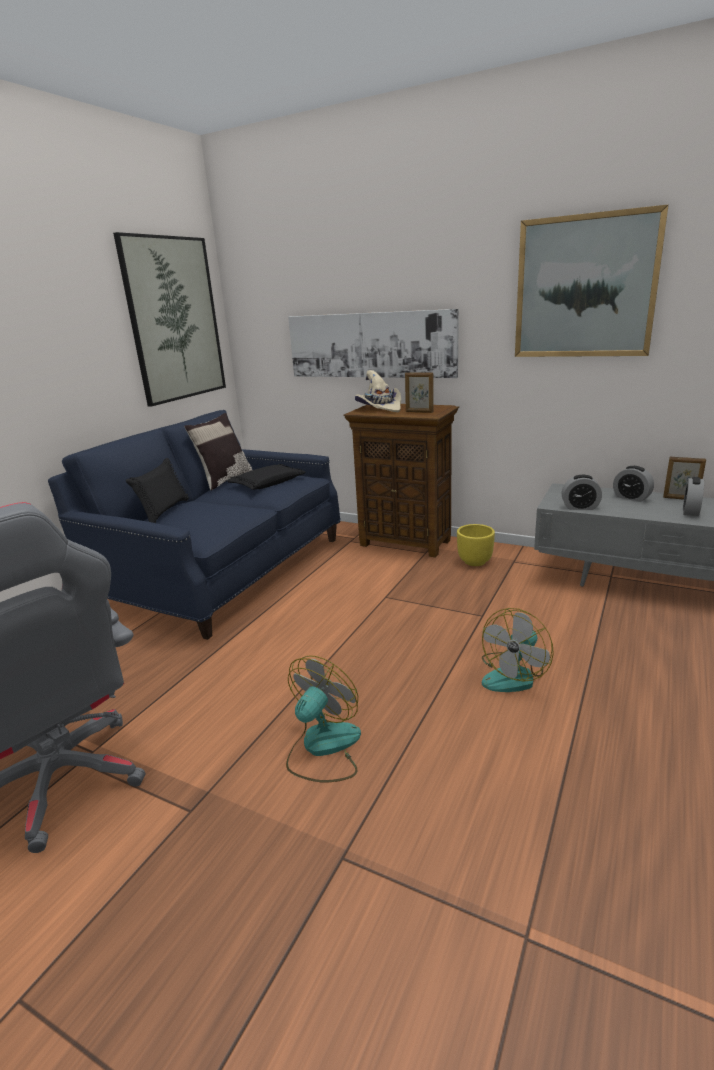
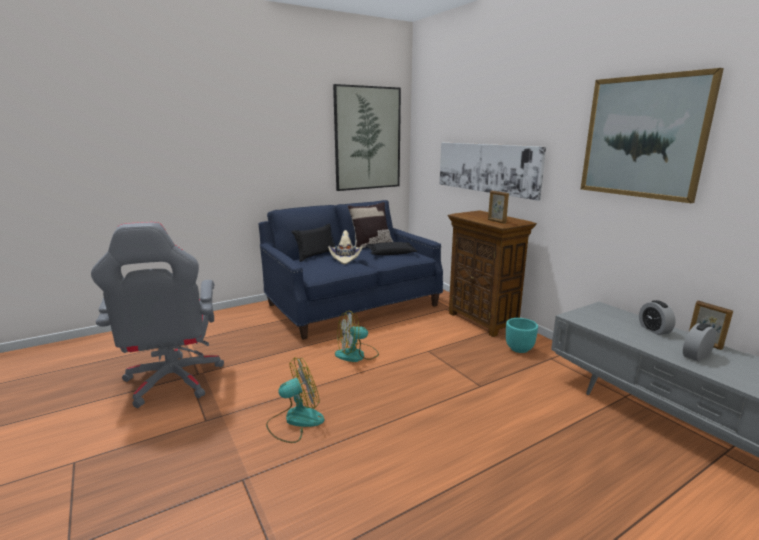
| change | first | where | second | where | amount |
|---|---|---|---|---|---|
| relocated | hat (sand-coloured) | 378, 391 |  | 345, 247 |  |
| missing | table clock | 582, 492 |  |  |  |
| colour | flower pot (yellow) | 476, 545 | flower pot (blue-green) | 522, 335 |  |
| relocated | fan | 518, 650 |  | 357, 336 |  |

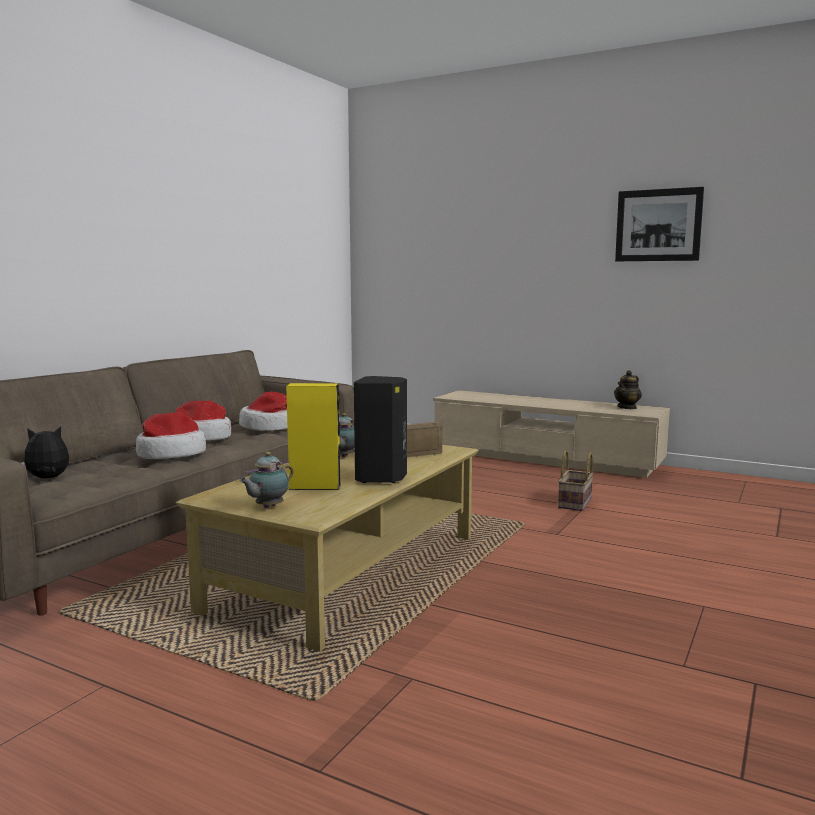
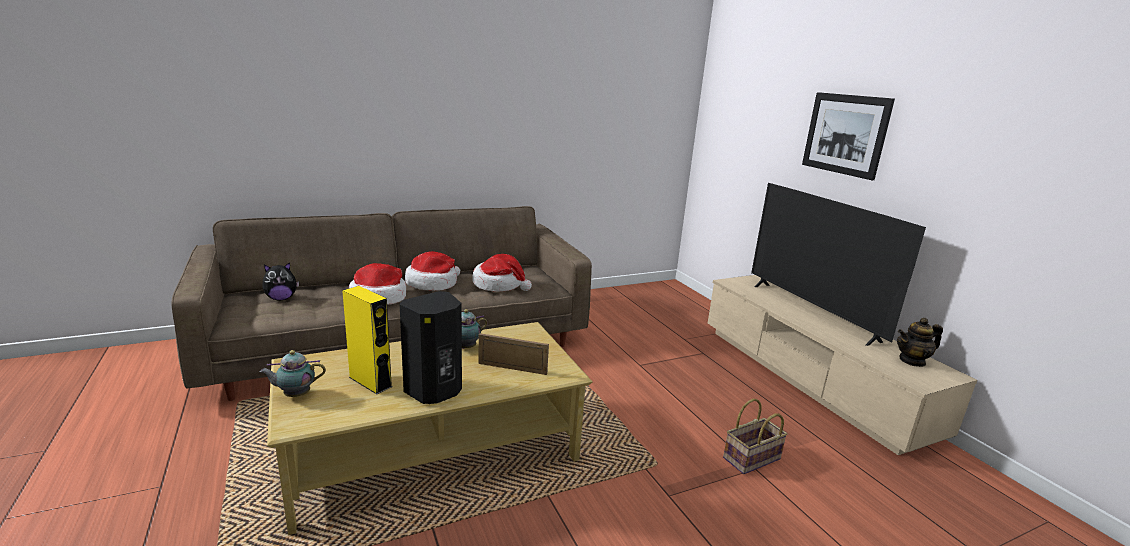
| change | first | where | second | where | amount |
|---|---|---|---|---|---|
| relocated | wall picture | 659, 224 |  | 848, 136 |  |
| spun | plush toy | 45, 452 |  | 280, 281 | 135 degrees clockwise |
| appeared |  |  | TV | 838, 264 |  |

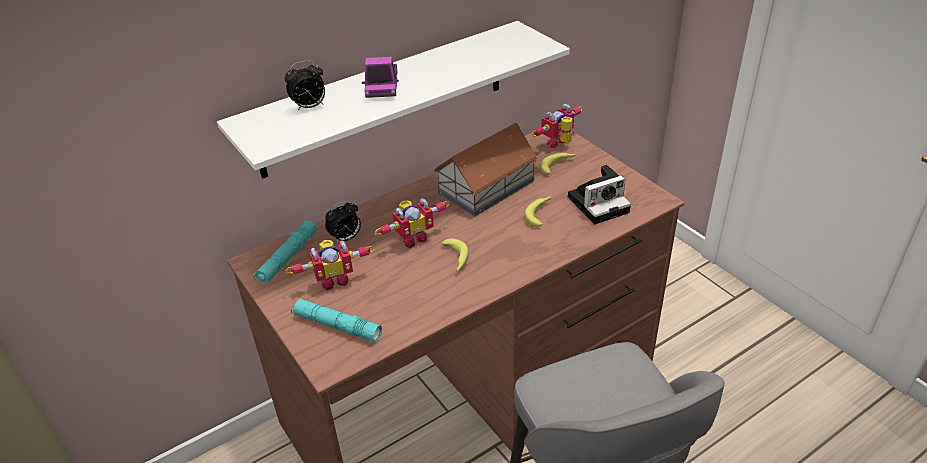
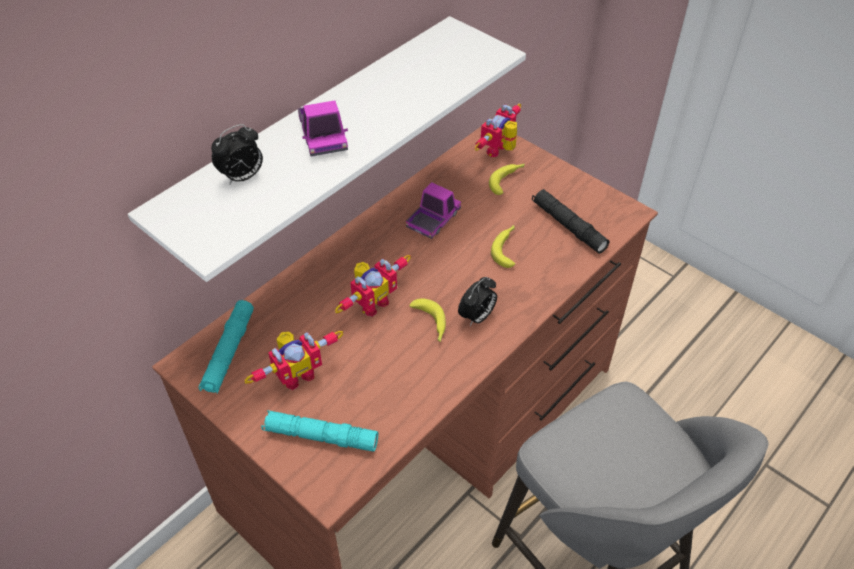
| change | first | where | second | where | amount |
|---|---|---|---|---|---|
| exchanged | toy house | 486, 169 | toy lorry | 433, 210 |  |
| exchanged | photo camera | 599, 194 | hand torch (black-coloured) | 571, 221 |  |
| relocated | table clock | 343, 221 |  | 477, 301 |  |

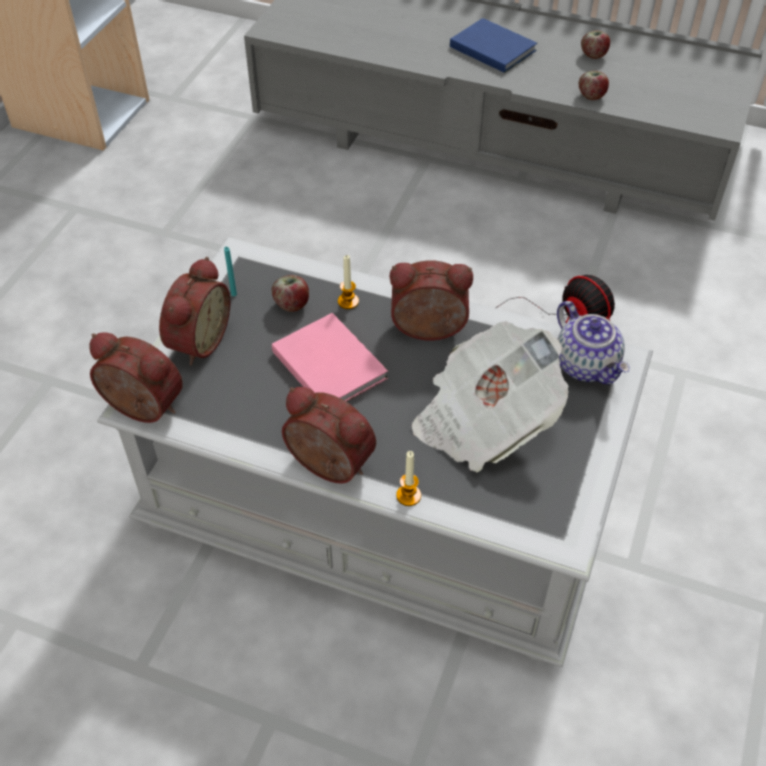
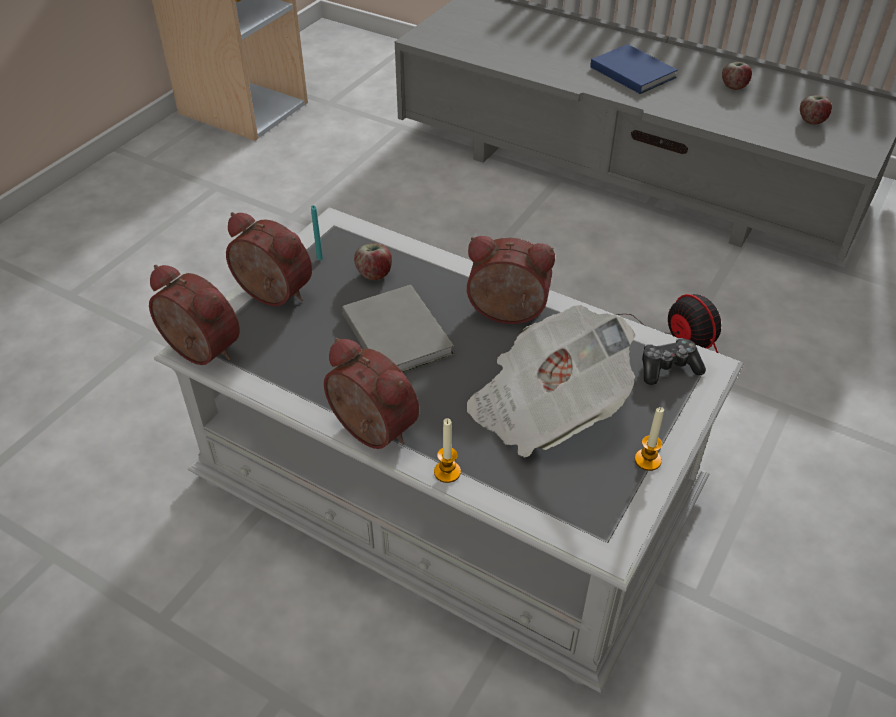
| change | first | where | second | where | amount |
|---|---|---|---|---|---|
| relocated | apple fruit | 594, 85 |  | 816, 110 |  |
| relocated | candle | 348, 282 |  | 649, 439 |  |
| spun | table clock | 194, 311 |  | 269, 259 | 90 degrees counterclockwise |
| exchanged | teapot | 593, 343 | joypad | 674, 361 |  |
| colour | bound book (pinkish) | 330, 357 | bound book (greyish) | 398, 328 |  |

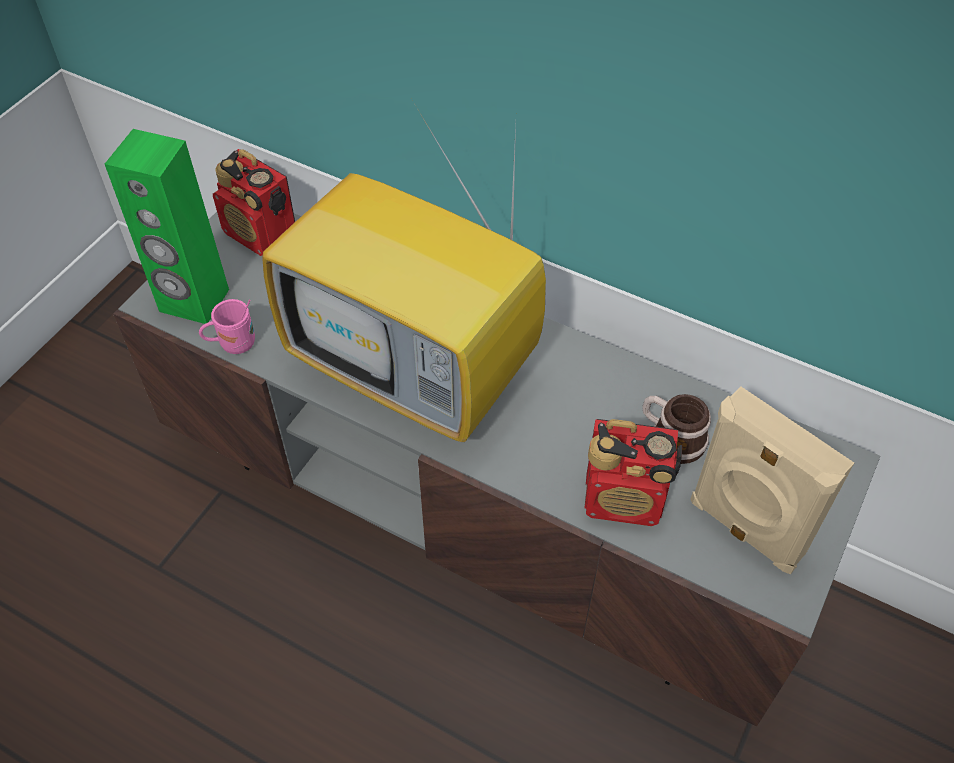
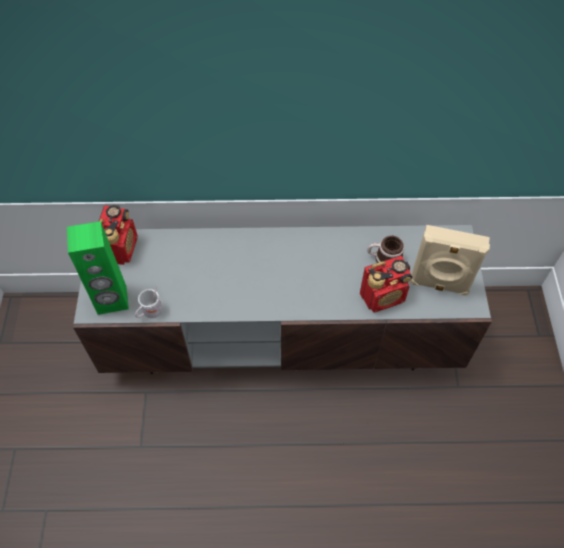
| change | first | where | second | where | amount |
|---|---|---|---|---|---|
| missing | TV | 404, 273 |  |  |  |
| spun | radio receiver | 254, 202 |  | 117, 235 | 90 degrees counterclockwise |
| colour | coffee mug (pinkish) | 227, 326 | coffee mug (white-coloured) | 148, 302 |  |

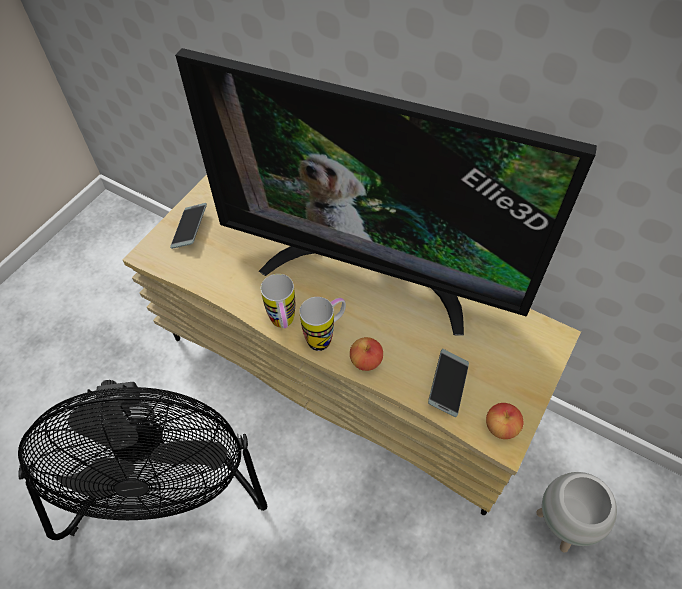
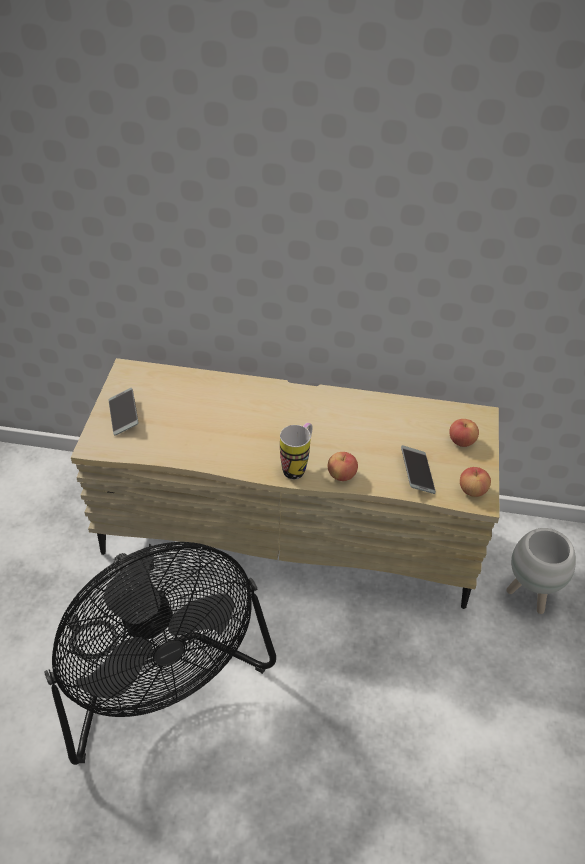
| change | first | where | second | where | amount |
|---|---|---|---|---|---|
| missing | TV | 386, 192 |  |  |  |
| missing | coffee mug | 277, 301 |  |  |  |
| appeared |  |  | apple fruit | 464, 433 |  |

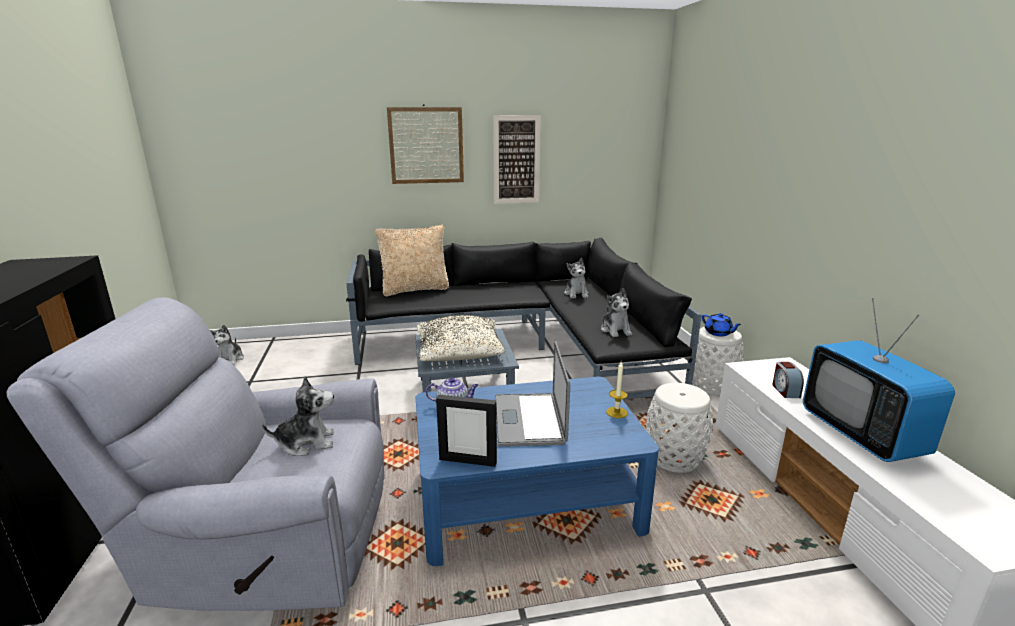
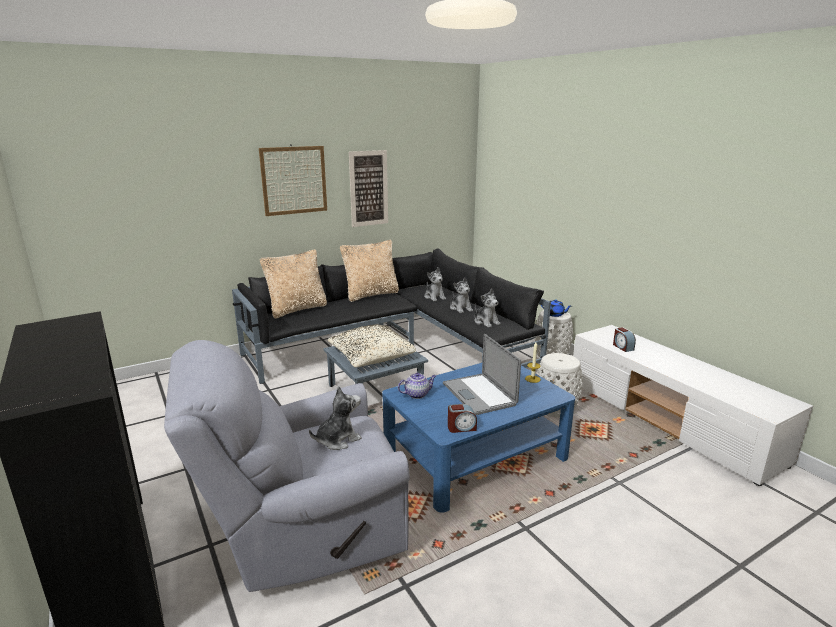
| change | first | where | second | where | amount |
|---|---|---|---|---|---|
| missing | TV | 879, 380 |  |  |  |
| relocated | plush toy | 227, 345 |  | 461, 295 |  |
| exchanged | standing frame | 466, 431 | table clock | 462, 418 |  |
| appeared |  |  | throw pillow (sand-coloured) | 369, 271 |  |

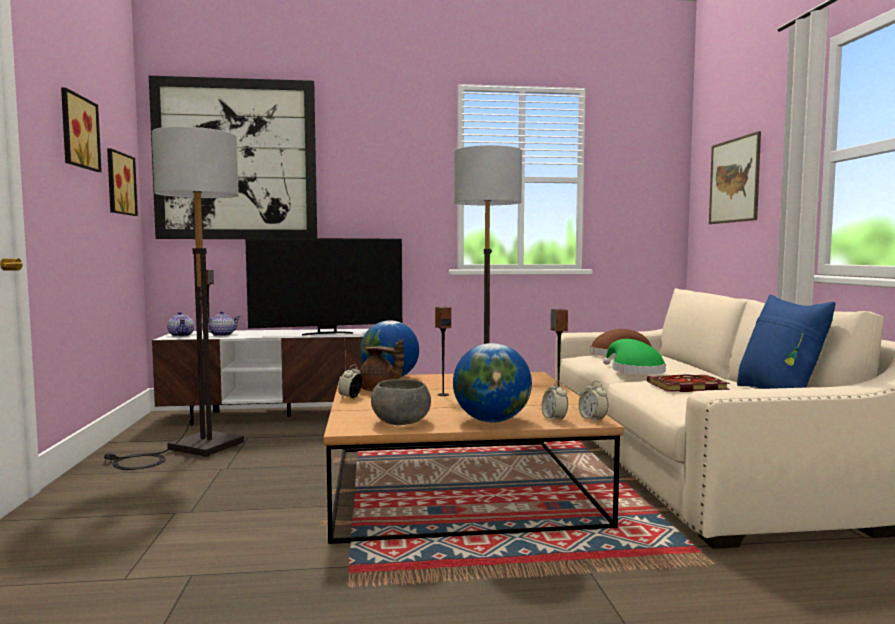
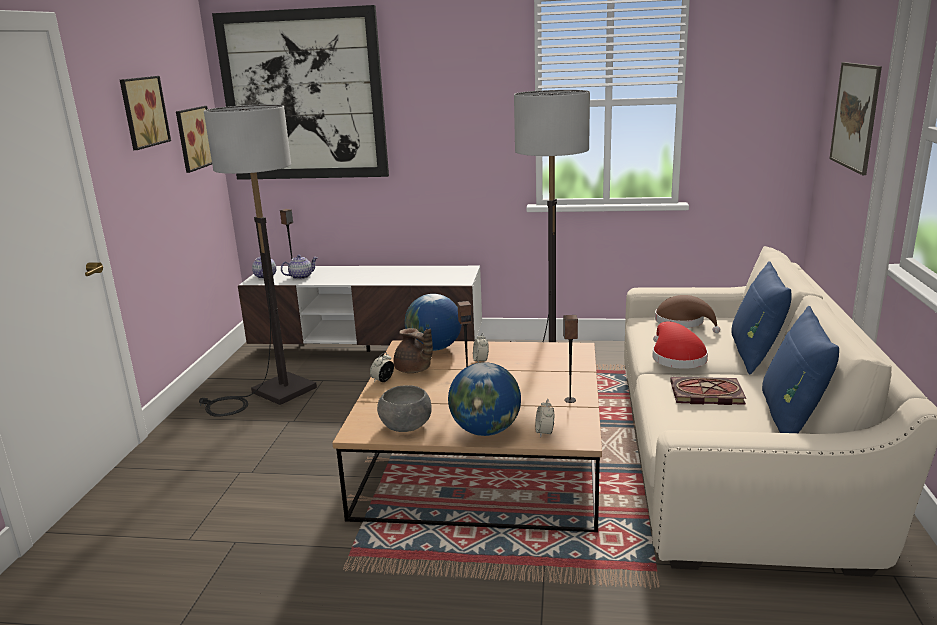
| change | first | where | second | where | amount |
|---|---|---|---|---|---|
| missing | TV | 323, 286 |  |  |  |
| colour | hat (green) | 634, 357 | hat (red-coloured) | 680, 345 |  |
| relocated | table clock | 593, 401 |  | 481, 348 |  |
| appeared |  |  | throw pillow (bluish) | 761, 317 |  |

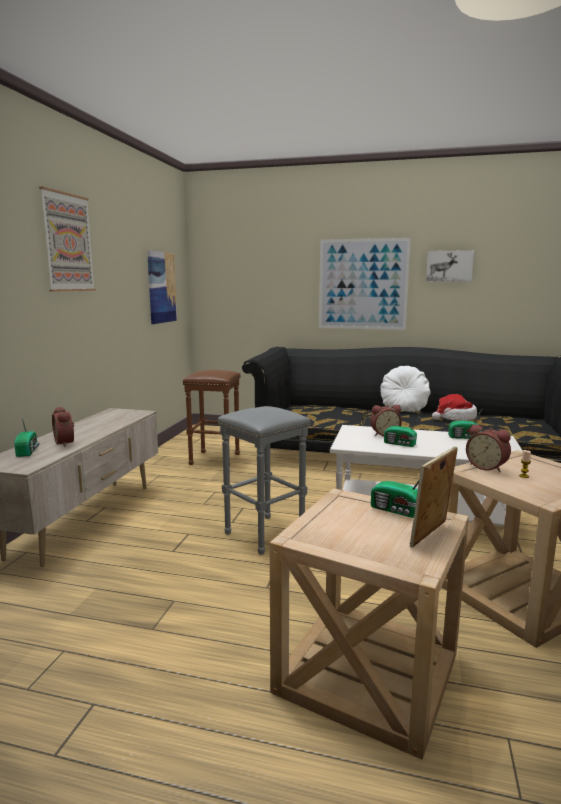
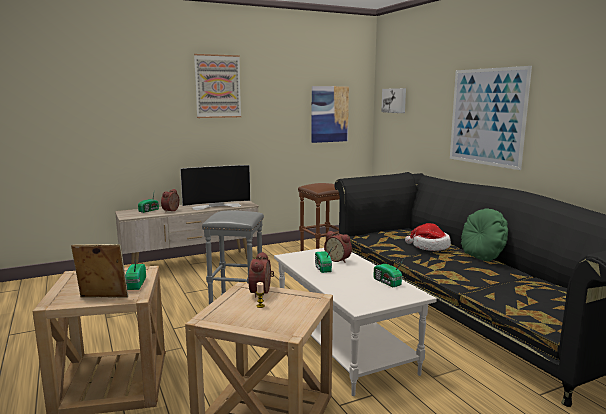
| change | first | where | second | where | amount |
|---|---|---|---|---|---|
| relocated | wall picture | 450, 265 |  | 393, 100 |  |
| colour | throw pillow (white-coloured) | 405, 389 | throw pillow (green) | 484, 235 |  |
| relocated | hat | 454, 407 |  | 428, 237 |  |
| appeared |  |  | TV | 215, 187 |  |

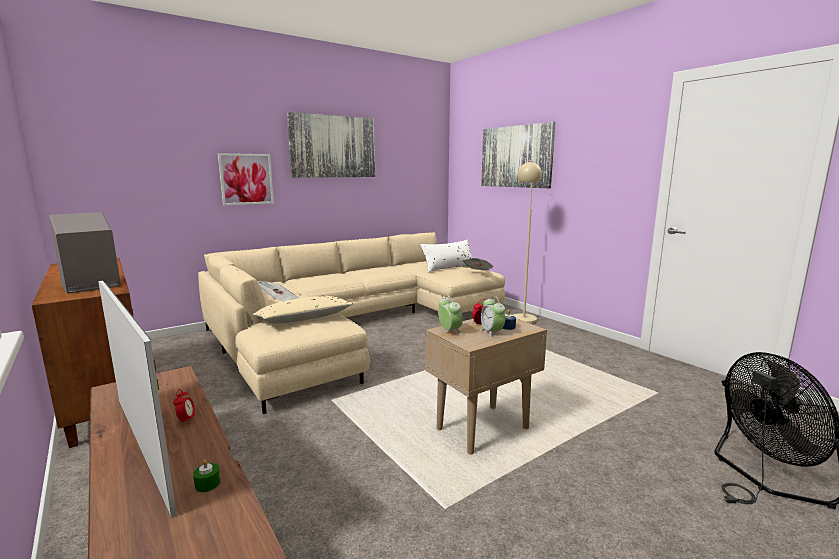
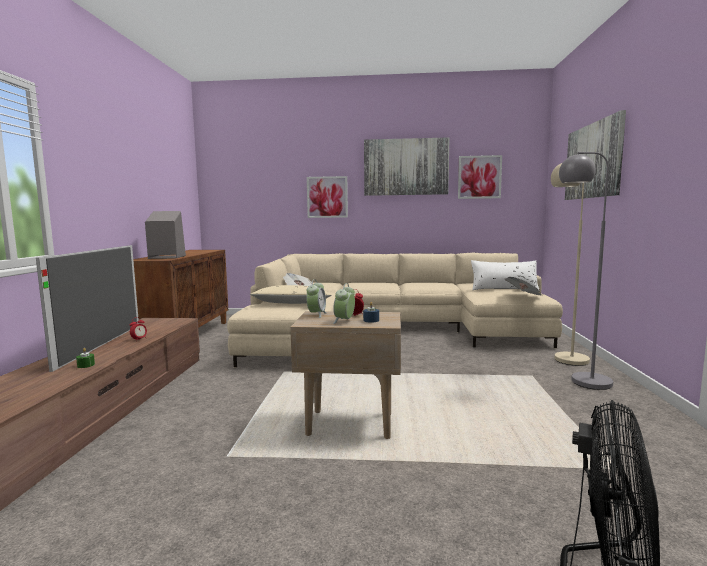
| change | first | where | second | where | amount |
|---|---|---|---|---|---|
| appeared |  |  | standing lamp (greyish) | 586, 271 |  |
| appeared |  |  | wall picture | 480, 177 |  |

